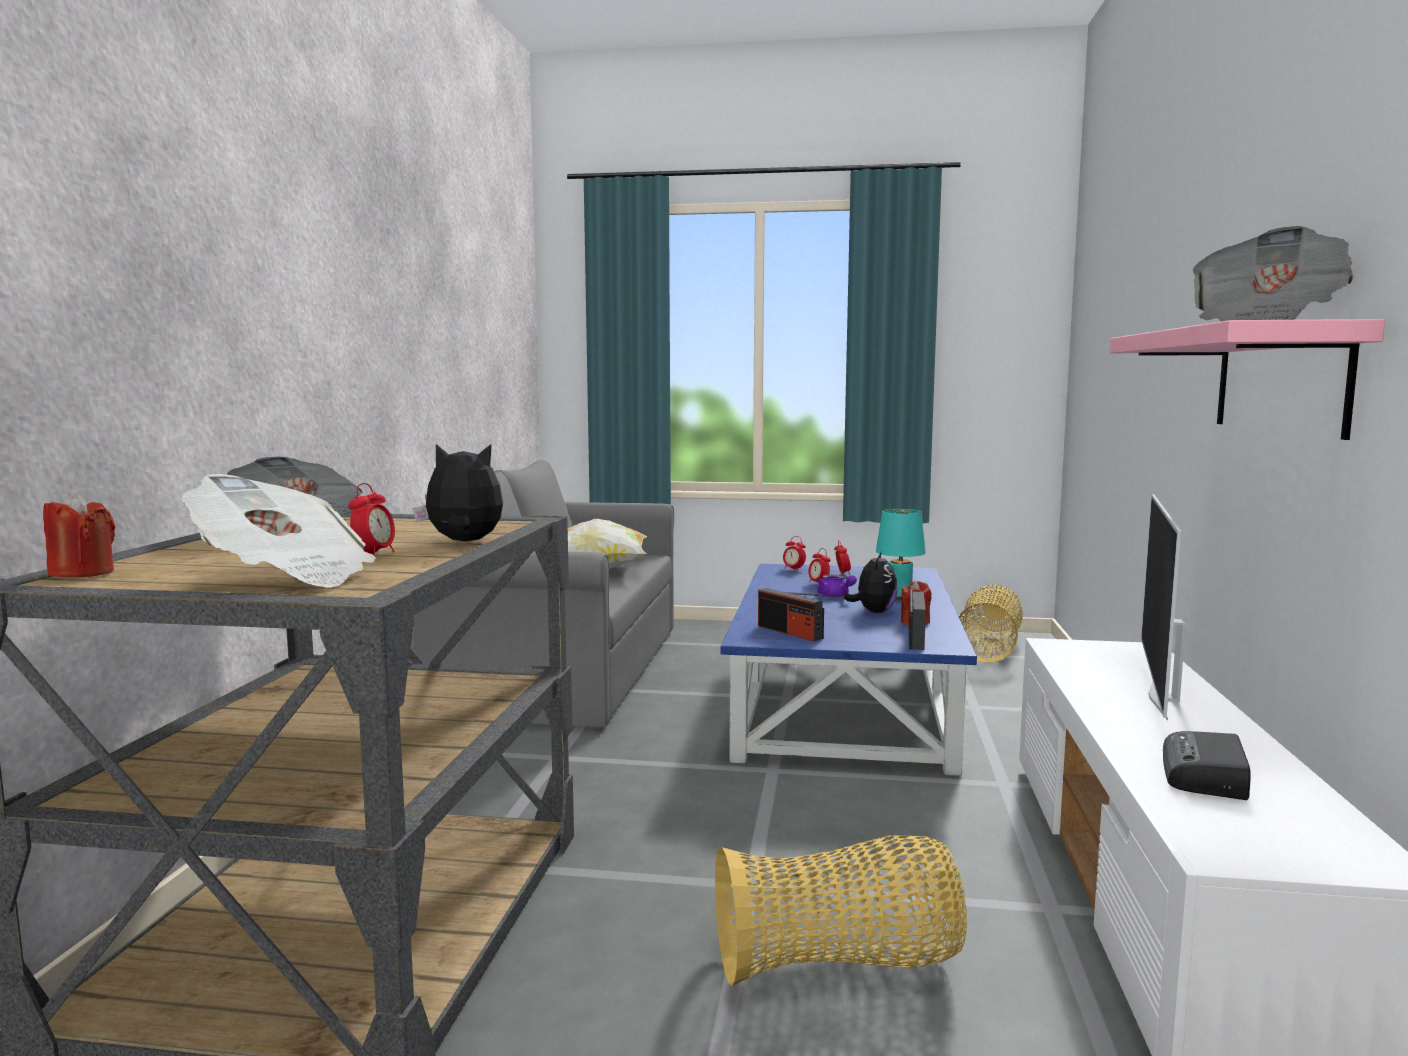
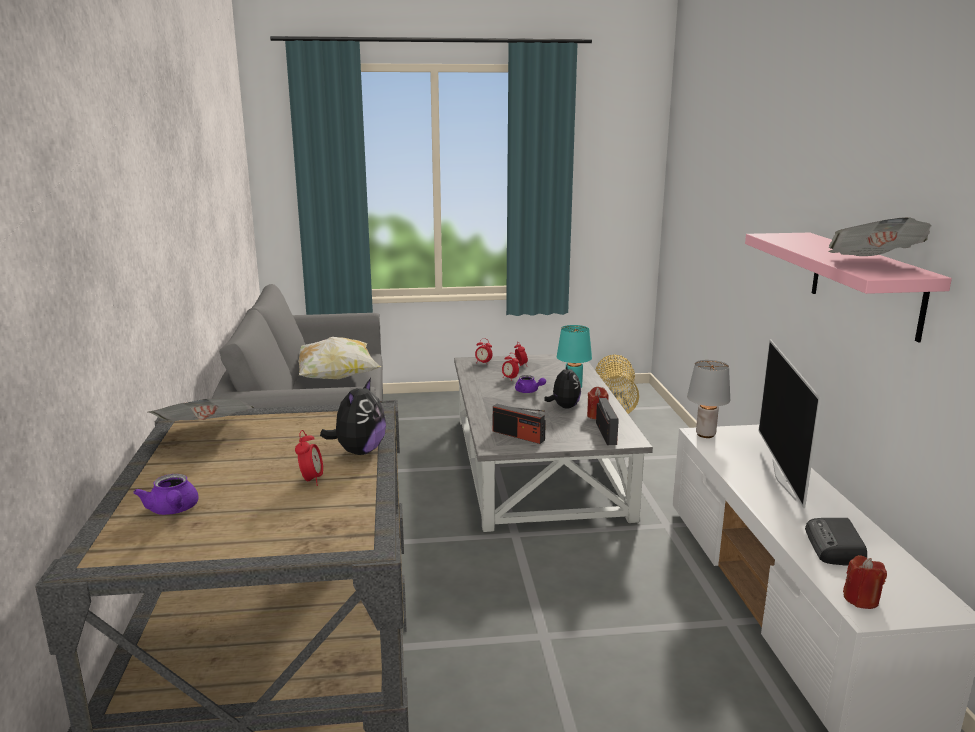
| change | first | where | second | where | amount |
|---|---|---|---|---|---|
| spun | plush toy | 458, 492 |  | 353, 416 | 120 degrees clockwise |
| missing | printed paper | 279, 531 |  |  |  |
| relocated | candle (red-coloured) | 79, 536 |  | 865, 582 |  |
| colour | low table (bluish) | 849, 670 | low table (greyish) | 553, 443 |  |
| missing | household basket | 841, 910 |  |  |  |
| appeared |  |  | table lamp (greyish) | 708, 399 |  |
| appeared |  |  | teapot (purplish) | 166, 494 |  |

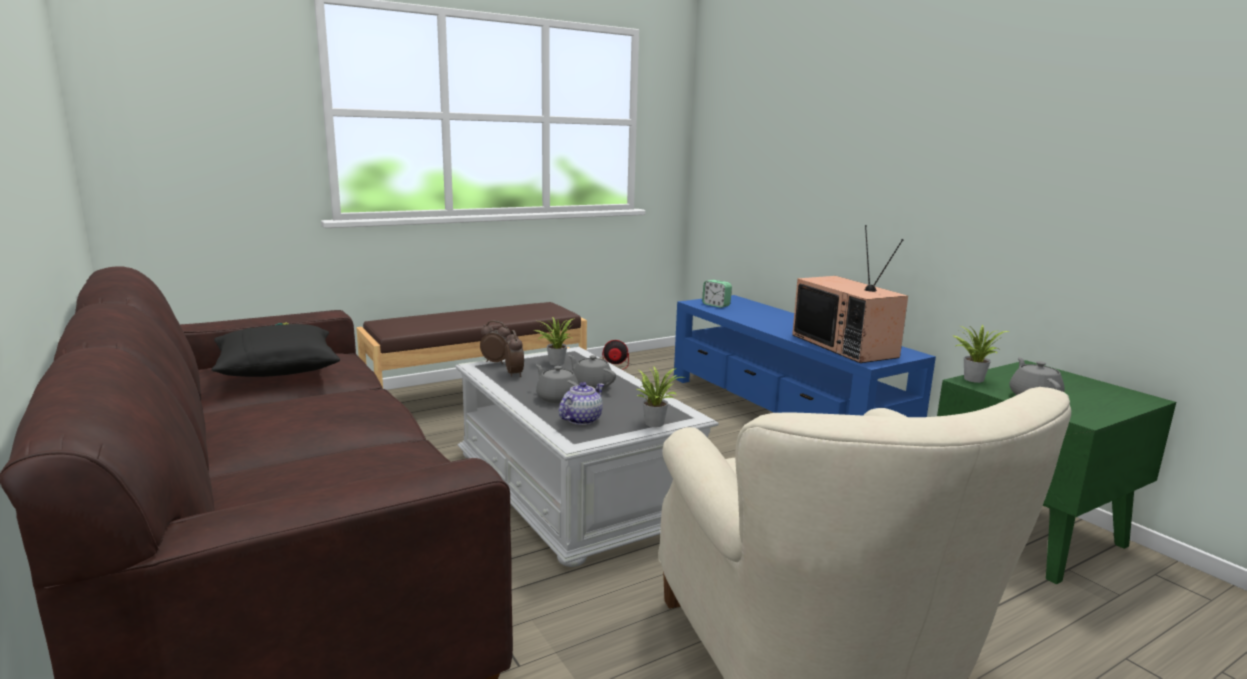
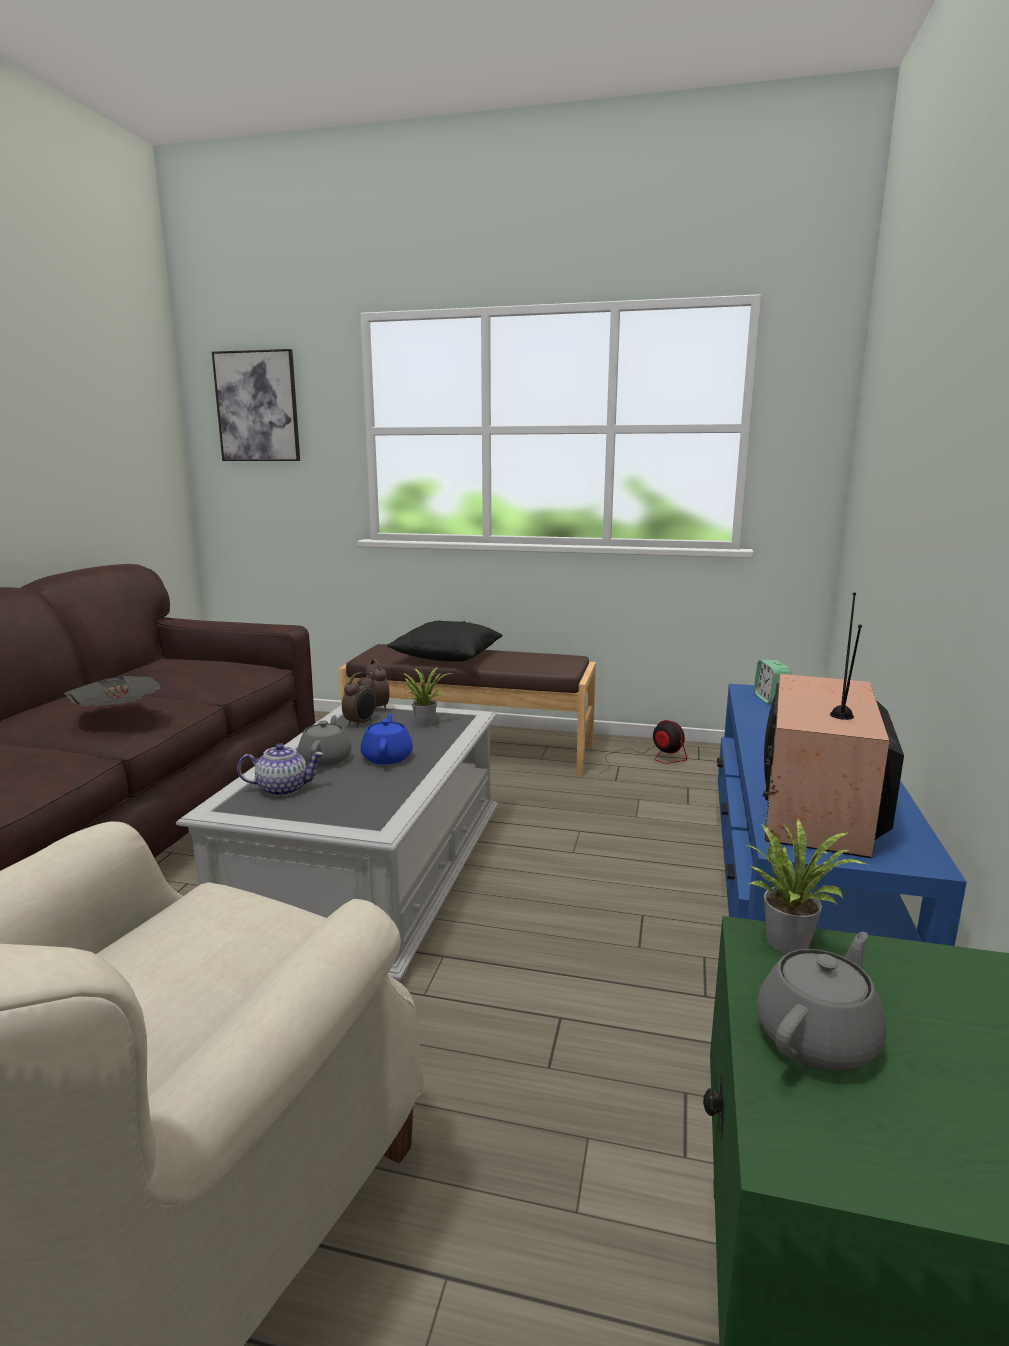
| change | first | where | second | where | amount |
|---|---|---|---|---|---|
| relocated | throw pillow (black-coloured) | 276, 350 |  | 444, 641 |  |
| colour | teapot (greyish) | 592, 372 | teapot (bluish) | 387, 739 |  |
| missing | houseplant | 661, 396 |  |  |  |
| appeared |  |  | wall picture | 256, 405 |  |
| appeared |  |  | printed paper | 113, 691 |  |

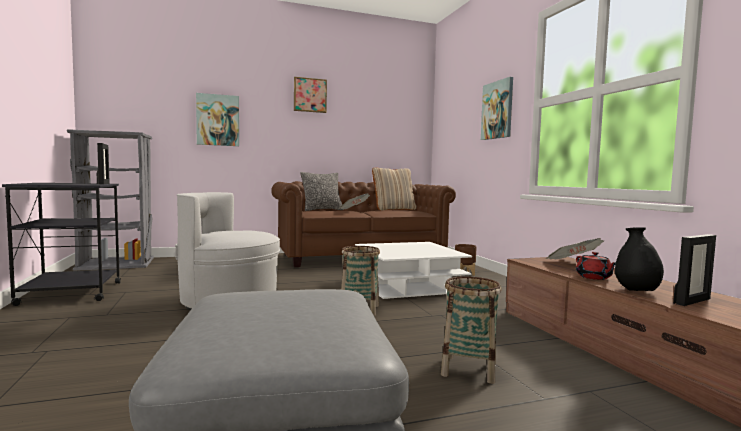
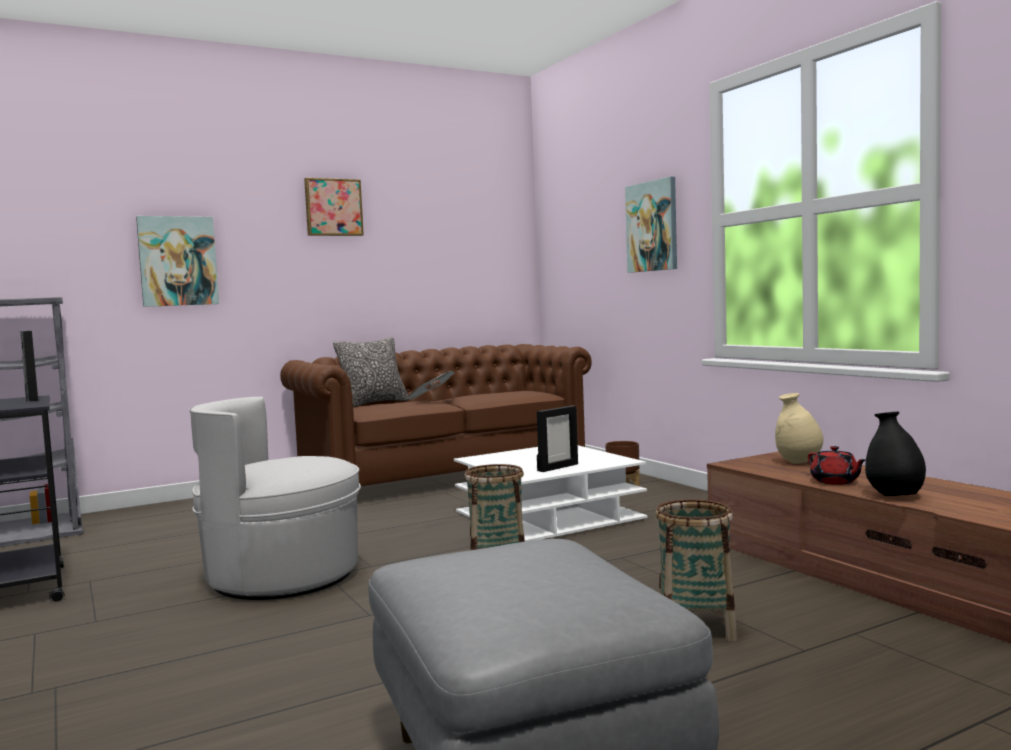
| change | first | where | second | where | amount |
|---|---|---|---|---|---|
| missing | throw pillow (sand-coloured) | 394, 188 |  |  |  |
| relocated | standing frame | 694, 270 |  | 557, 439 |  |
| exchanged | printed paper | 575, 248 | decorative vase (sand-coloured) | 799, 428 |  |

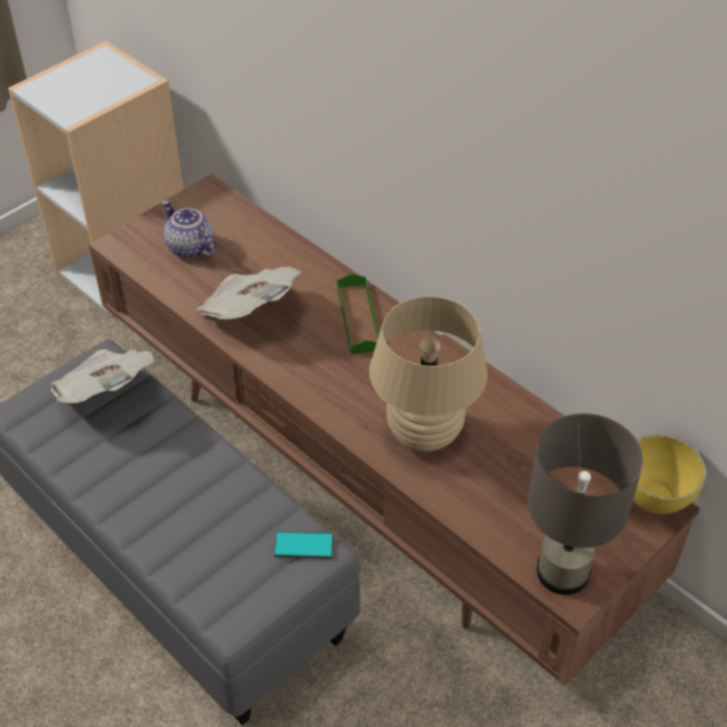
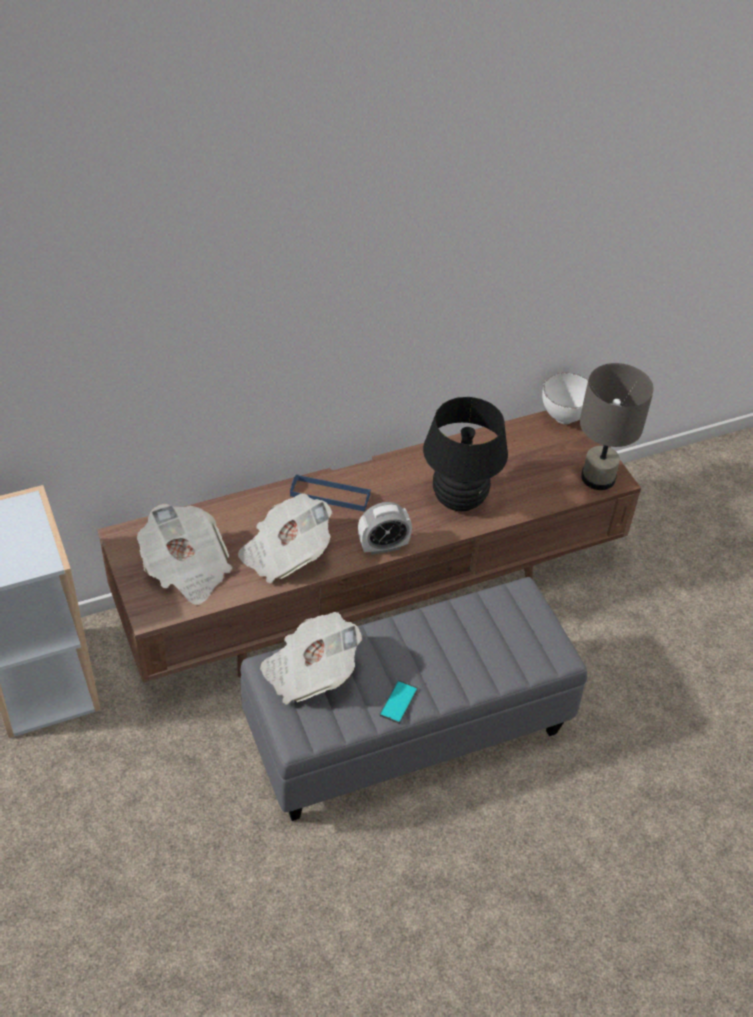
| change | first | where | second | where | amount |
|---|---|---|---|---|---|
| exchanged | teapot | 188, 230 | printed paper | 184, 554 |  |
| colour | carrying tray (green) | 358, 314 | carrying tray (bluish) | 330, 493 |  |
| colour | table lamp (sand-coloured) | 428, 374 | table lamp (black-coloured) | 465, 454 |  |
| colour | serving bowl (yellow) | 669, 474 | serving bowl (white-coloured) | 565, 398 |  |
| relocated | handset | 304, 545 |  | 399, 702 |  |
| appeared |  |  | table clock | 385, 528 |  |

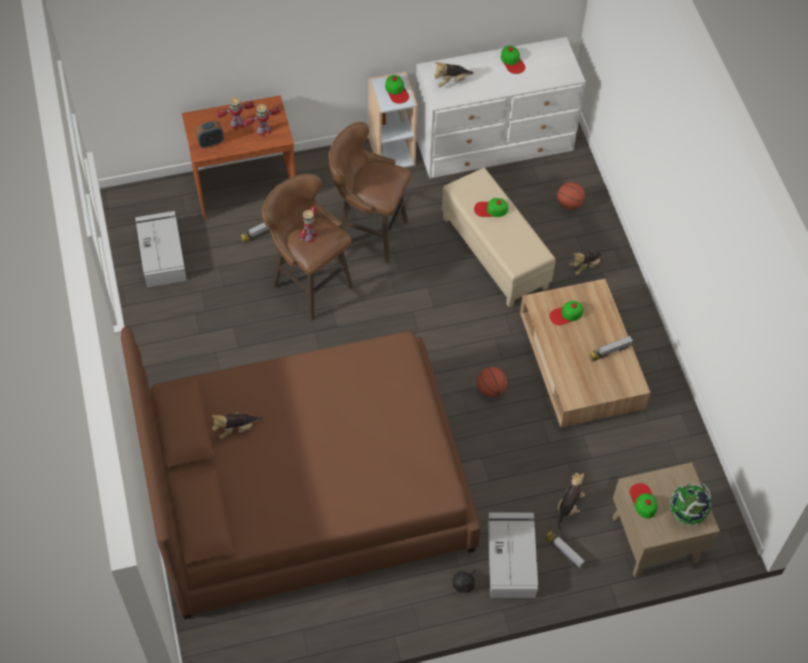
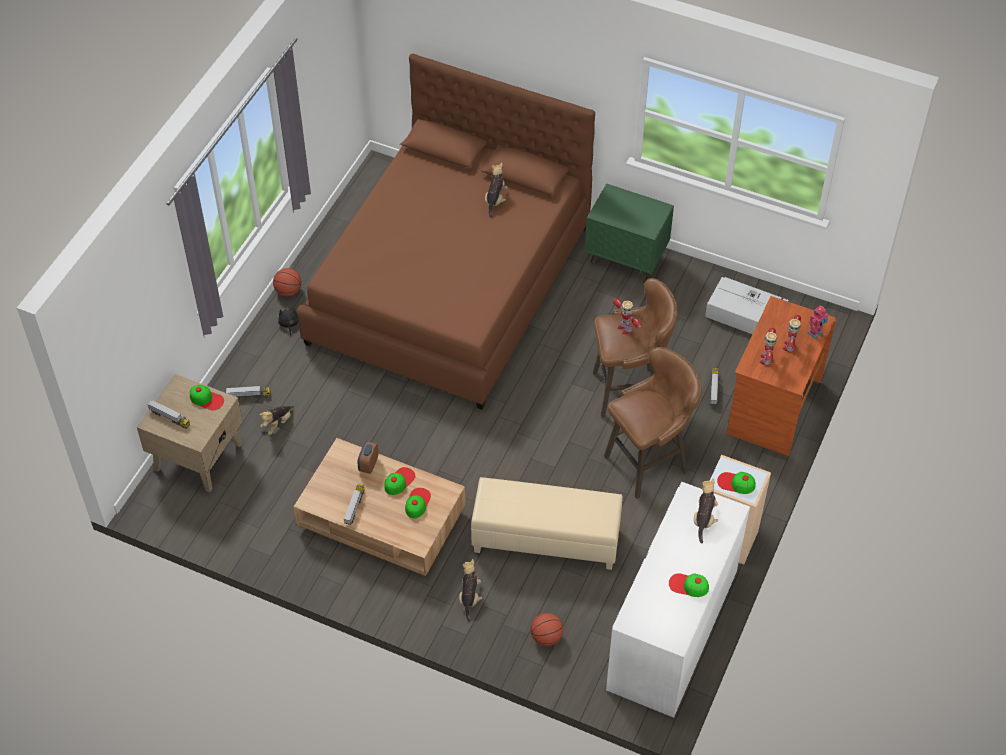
| change | first | where | second | where | amount |
|---|---|---|---|---|---|
| relocated | table clock | 209, 134 |  | 368, 457 |  |
| relocated | cap | 491, 207 |  | 399, 481 |  |
| relocated | basketball ball | 492, 382 |  | 287, 282 |  |
| spun | plush toy | 571, 501 |  | 276, 420 | 60 degrees clockwise |
| exchanged | world globe | 690, 504 | toy lorry | 168, 414 |  |
| missing | storage container (greyish) | 513, 555 |  |  |  |
| appeared |  |  | nightstand (green) | 629, 232 |  |
| appeared |  |  | robot figure | 818, 322 |  |

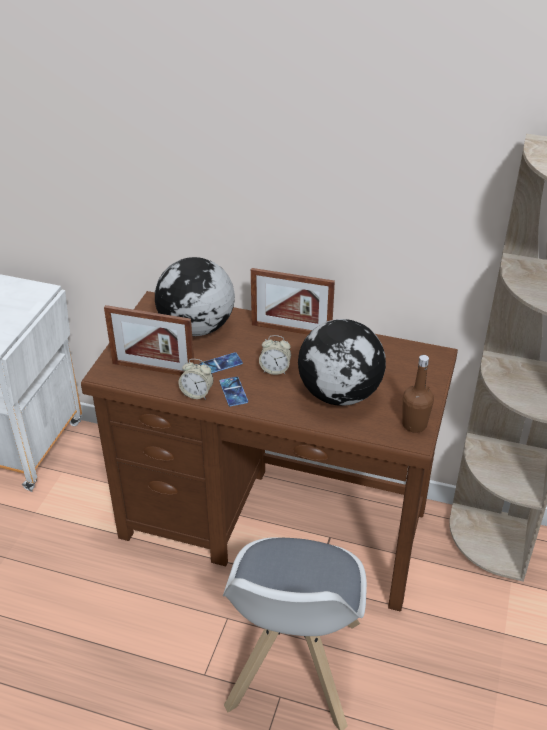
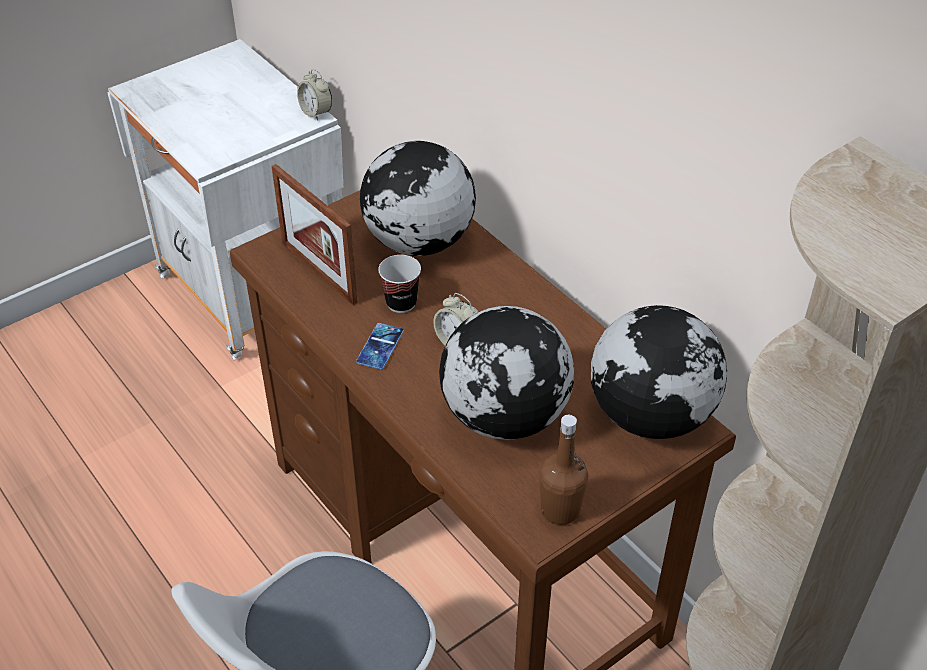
| change | first | where | second | where | amount |
|---|---|---|---|---|---|
| missing | standing frame | 293, 301 |  |  |  |
| exchanged | handset | 221, 362 | cup | 399, 284 |  |
| relocated | table clock | 195, 379 |  | 314, 94 |  |
| appeared |  |  | world globe | 659, 372 |  |

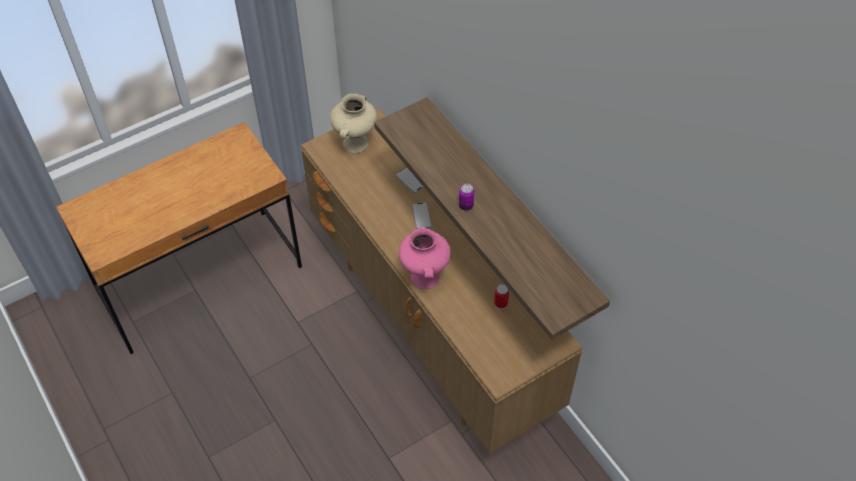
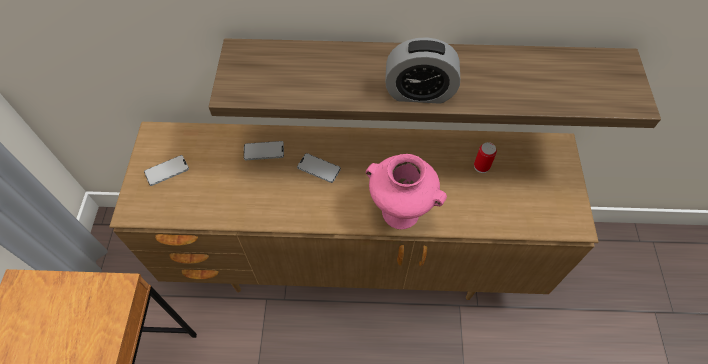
| change | first | where | second | where | amount |
|---|---|---|---|---|---|
| exchanged | decorative vase (sand-coloured) | 353, 123 | handset | 166, 170 |  |
| exchanged | metal can | 466, 197 | table clock | 422, 70 |  |

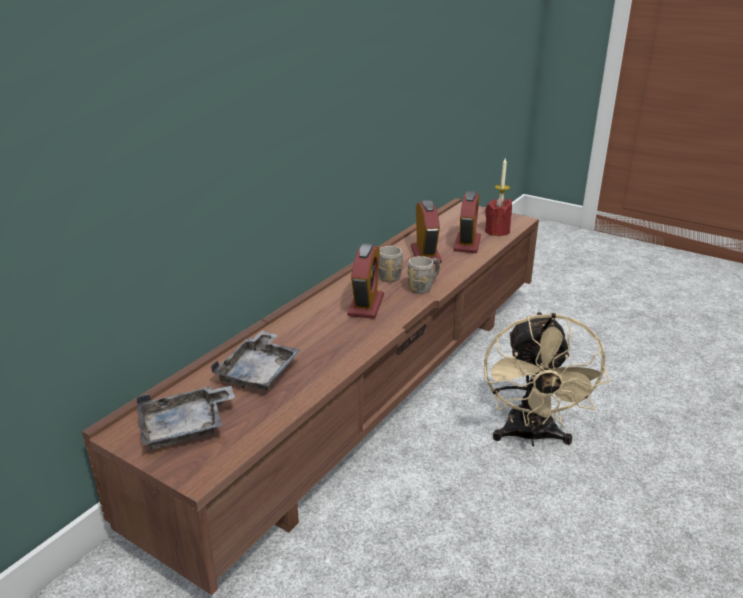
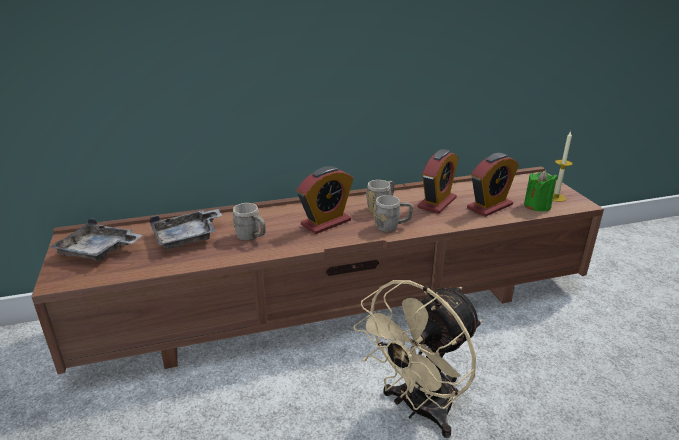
| change | first | where | second | where | amount |
|---|---|---|---|---|---|
| colour | candle (red-coloured) | 498, 216 | candle (green) | 541, 191 |  |
| appeared |  |  | coffee mug (greyish) | 249, 222 |  |

